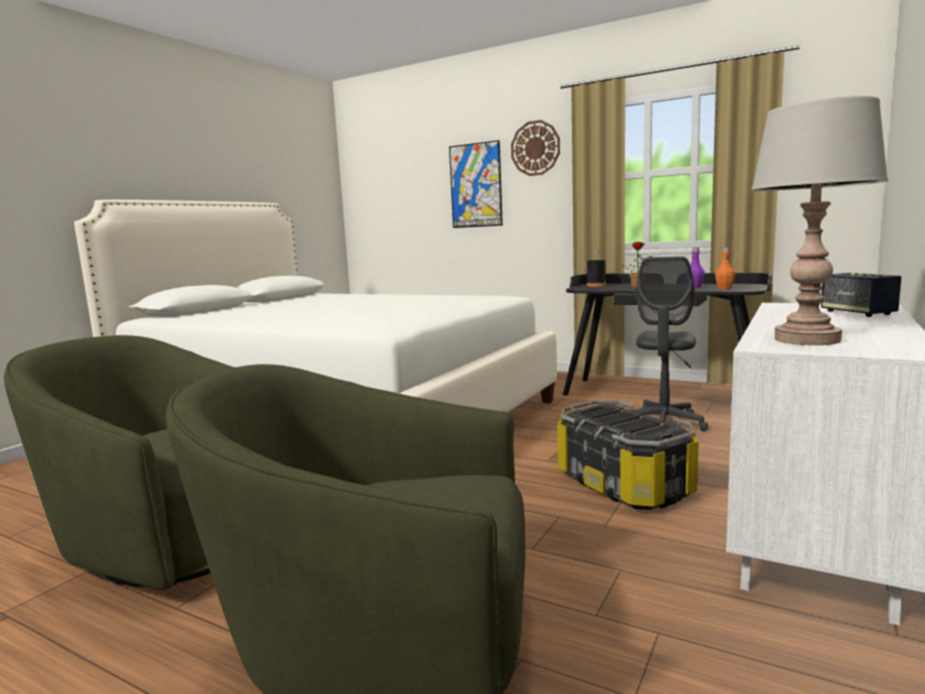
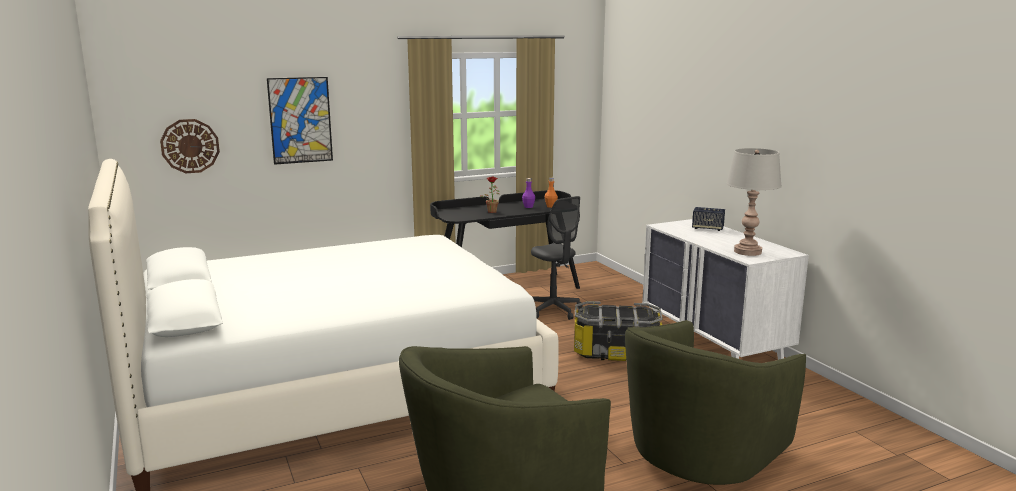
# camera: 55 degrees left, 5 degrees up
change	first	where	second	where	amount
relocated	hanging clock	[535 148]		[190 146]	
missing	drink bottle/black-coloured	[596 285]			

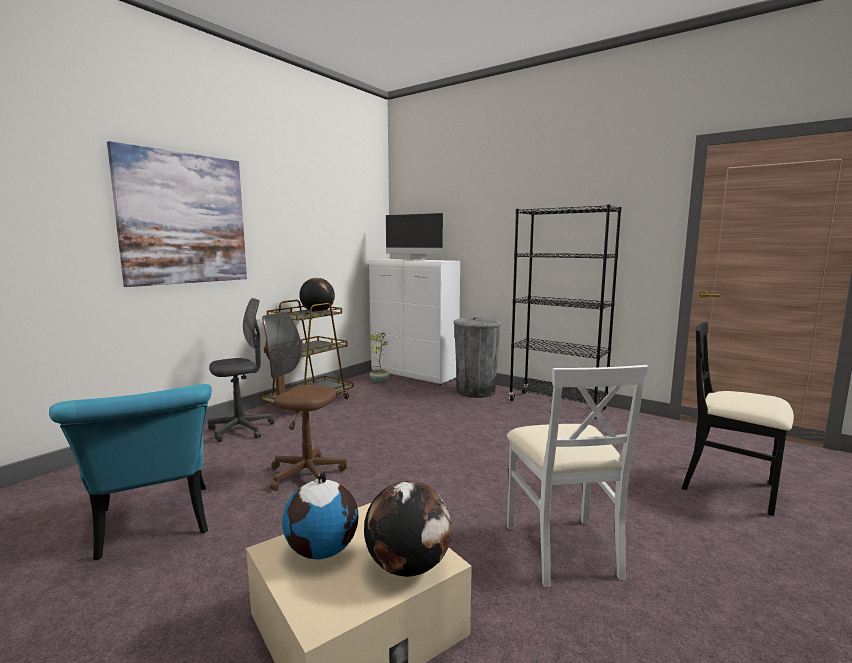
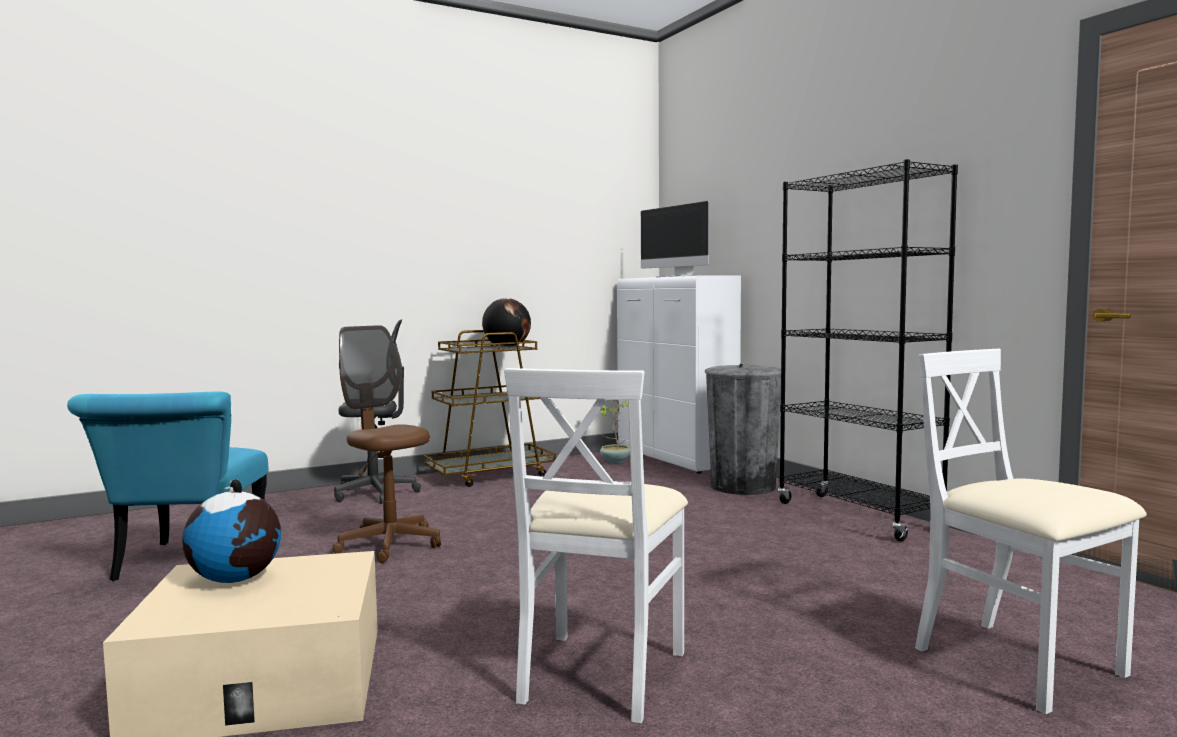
# camera: 25 degrees right, 5 degrees down
change	first	where	second	where	amount
colour	plain chair/black-coloured	[730 487]	plain chair/white-coloured	[1019 663]	
missing	picture	[184 219]			
missing	globe	[408 566]			

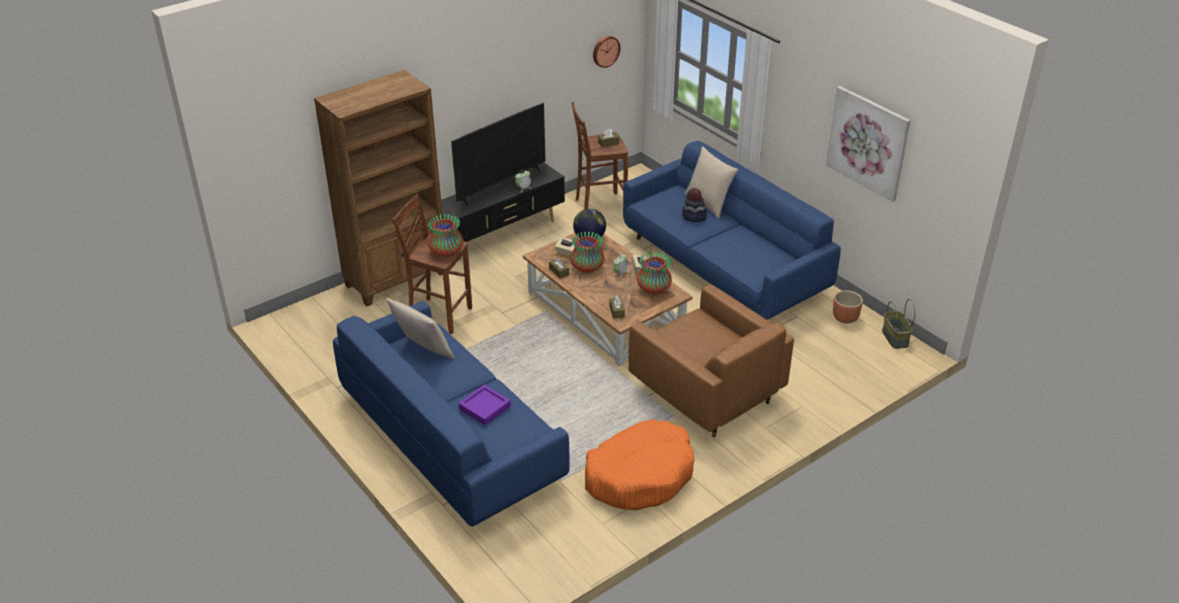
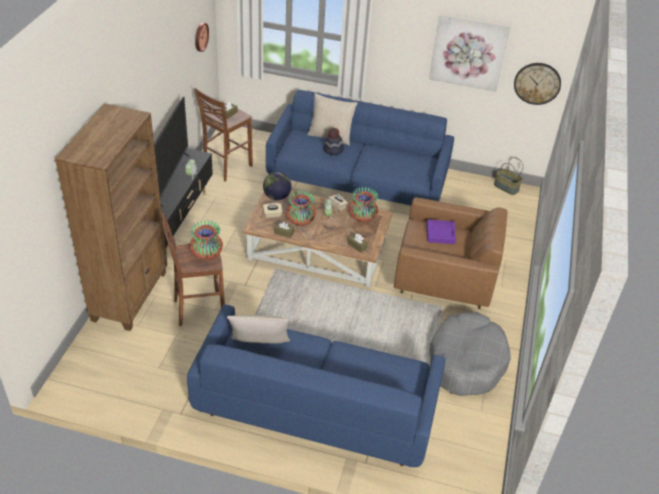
# camera: 40 degrees left, 5 degrees up
change	first	where	second	where	amount
relocated	tray/purplish	[484 408]		[440 234]	
colour	dog cushion/orangey	[639 475]	dog cushion/grey	[466 362]	
appeared			hanging clock	[537 83]	
missing	plant pot/brown-coloured	[845 318]			

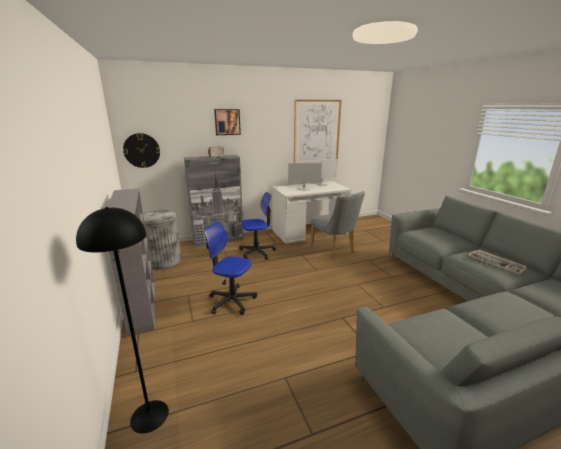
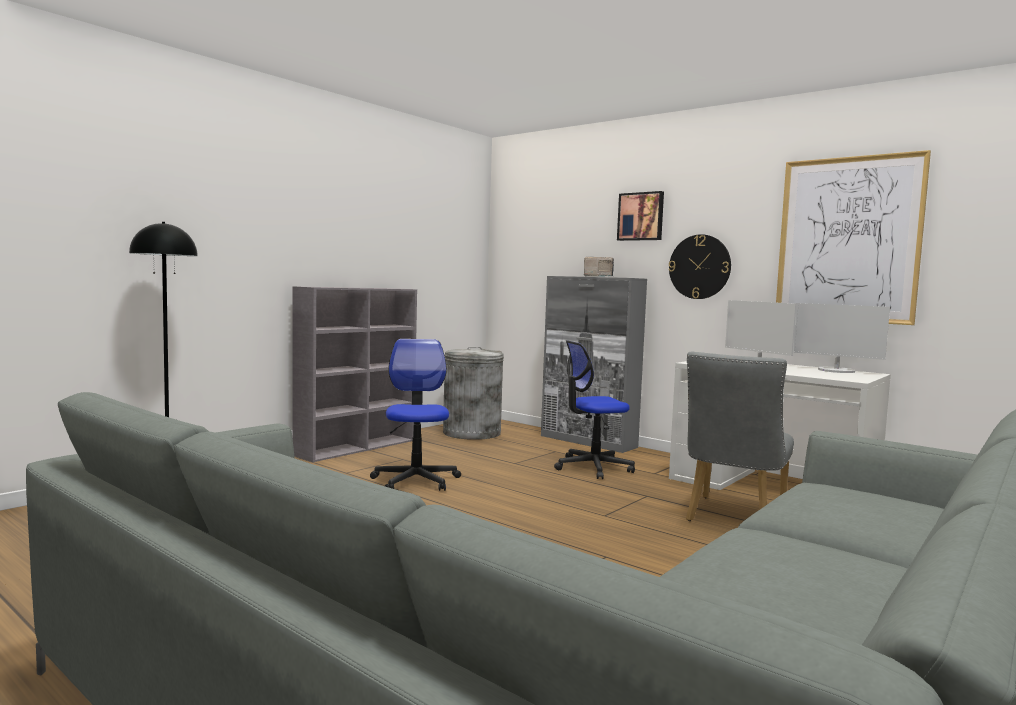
# camera: 60 degrees right, 15 degrees down
change	first	where	second	where	amount
spun	office chair	[257 252]		[592 467]	120 degrees clockwise
relocated	hanging clock	[142 150]		[699 267]	
missing	keyboard	[496 263]			

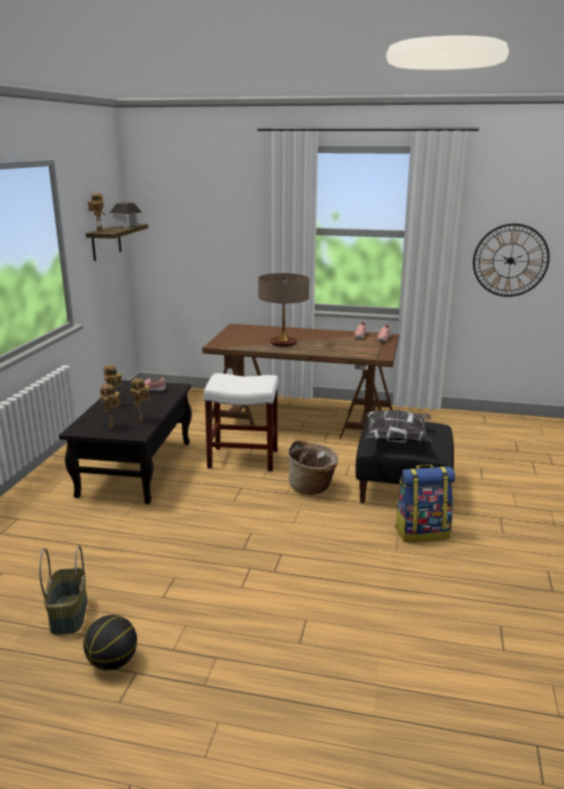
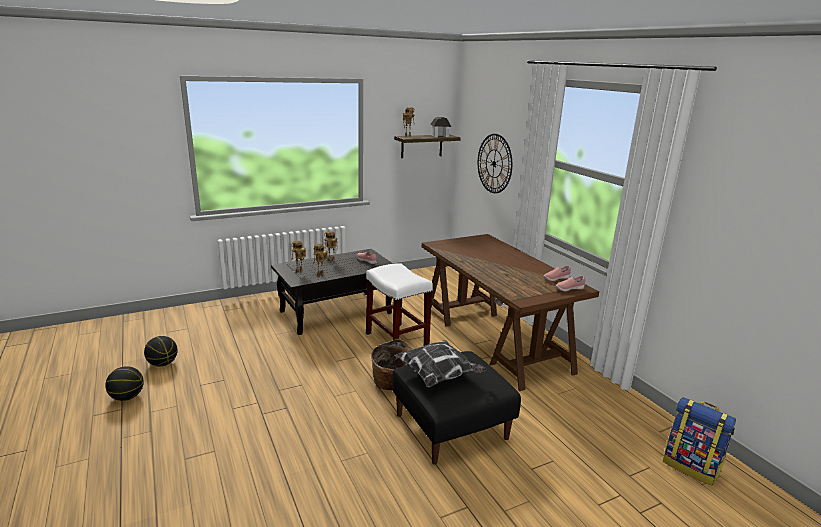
# camera: 50 degrees right, 0 degrees up
change	first	where	second	where	amount
exchanged	household basket	[68 614]	ball for basketball	[163 363]	
relocated	hanging clock	[510 260]		[494 163]	
relocated	knapsack	[422 532]		[691 466]	
missing	lamp for a table	[283 343]			

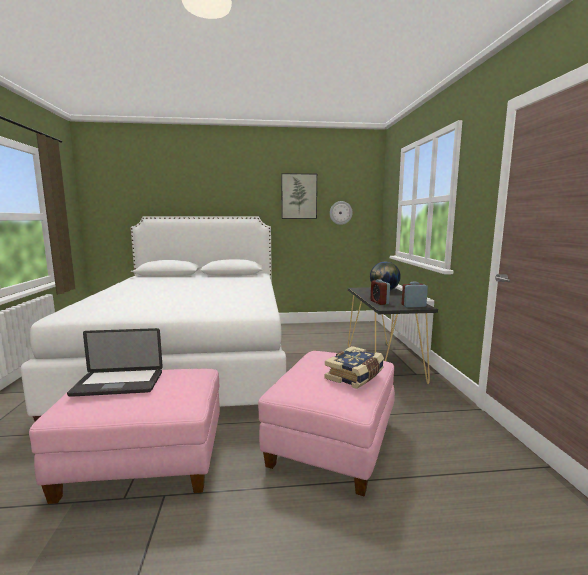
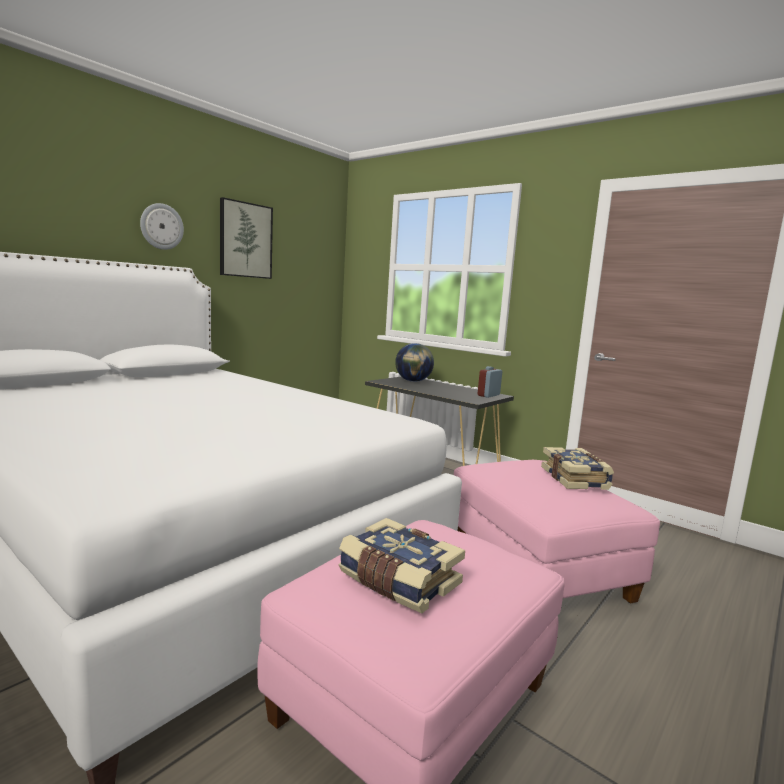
# camera: 45 degrees left, 0 degrees up
change	first	where	second	where	amount
relocated	hanging clock	[340 213]		[161 226]	
exchanged	portable computer	[118 384]	book	[398 581]	
missing	table clock	[379 302]			

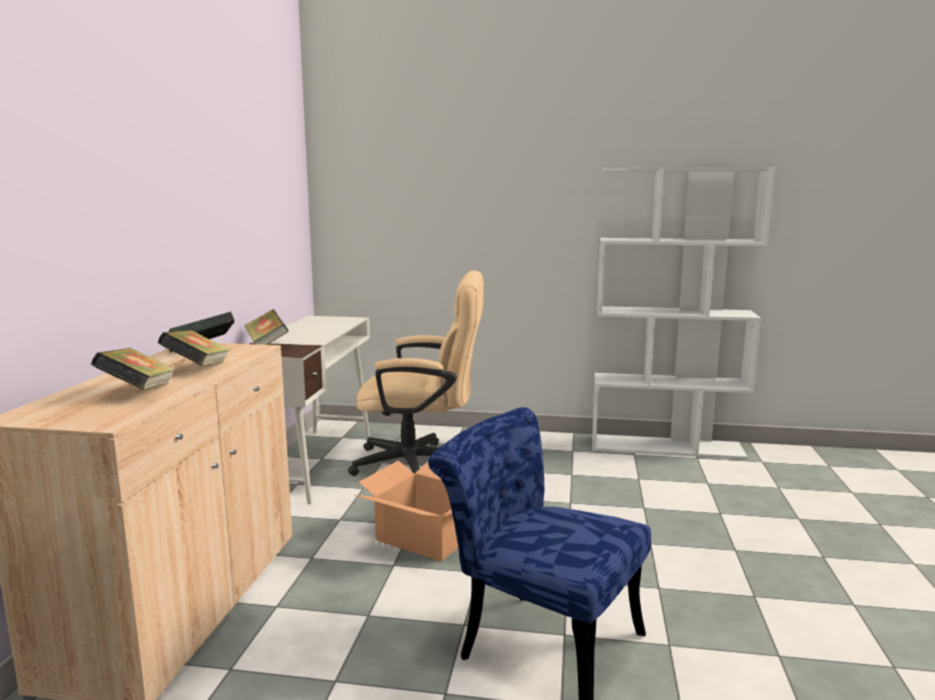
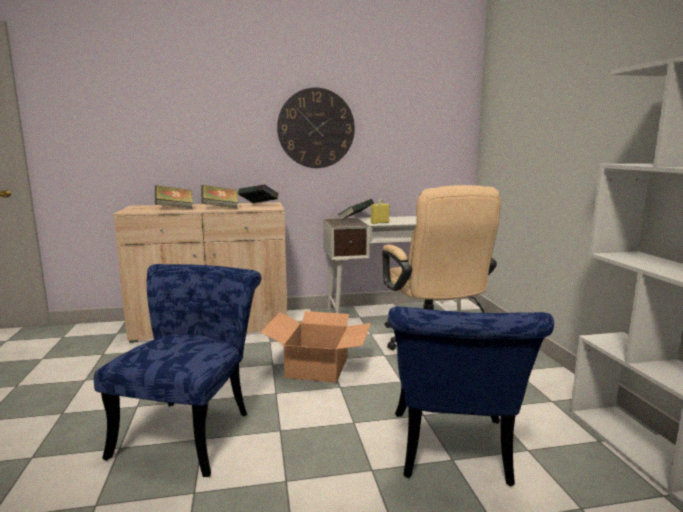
# camera: 70 degrees right, 0 degrees up
change	first	where	second	where	amount
appeared			hanging clock	[316 128]	
appeared			drink bottle/yellow-coloured	[379 223]	
appeared			plain chair/blue-coloured	[452 455]	

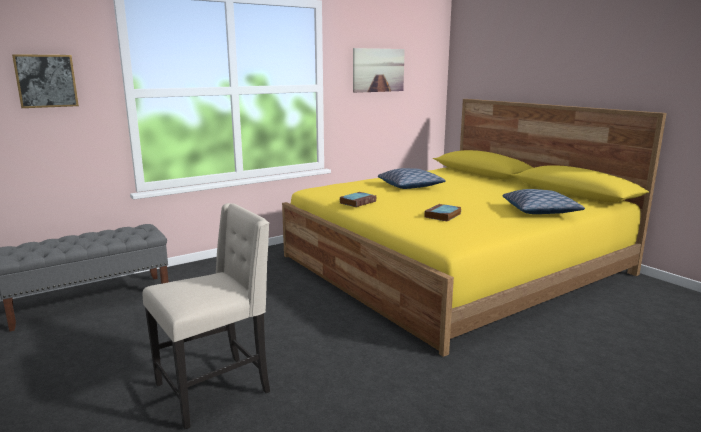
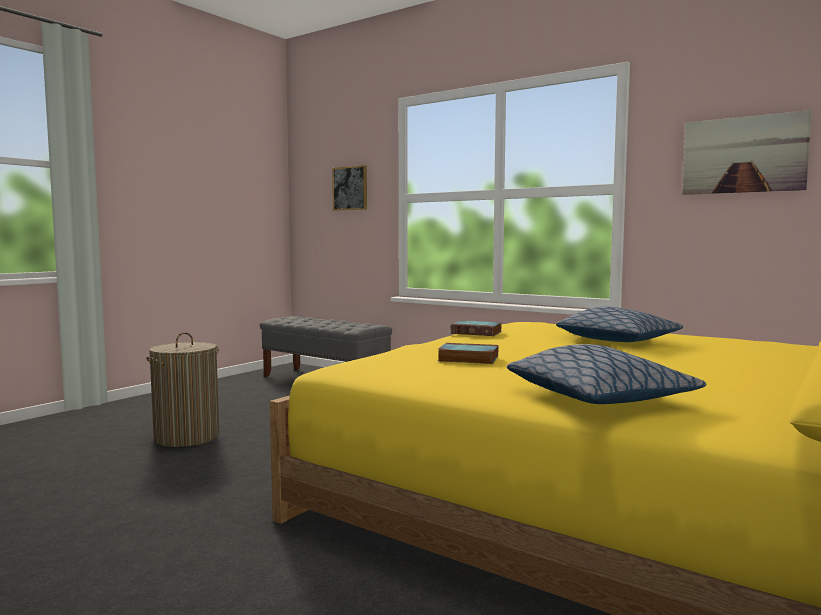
# camera: 70 degrees right, 10 degrees down
change	first	where	second	where	amount
exchanged	plain chair/beige-coloured	[215 388]	hamper	[186 437]	

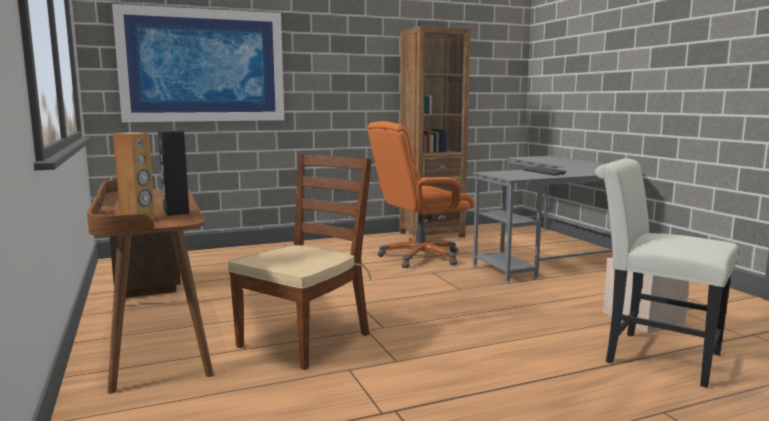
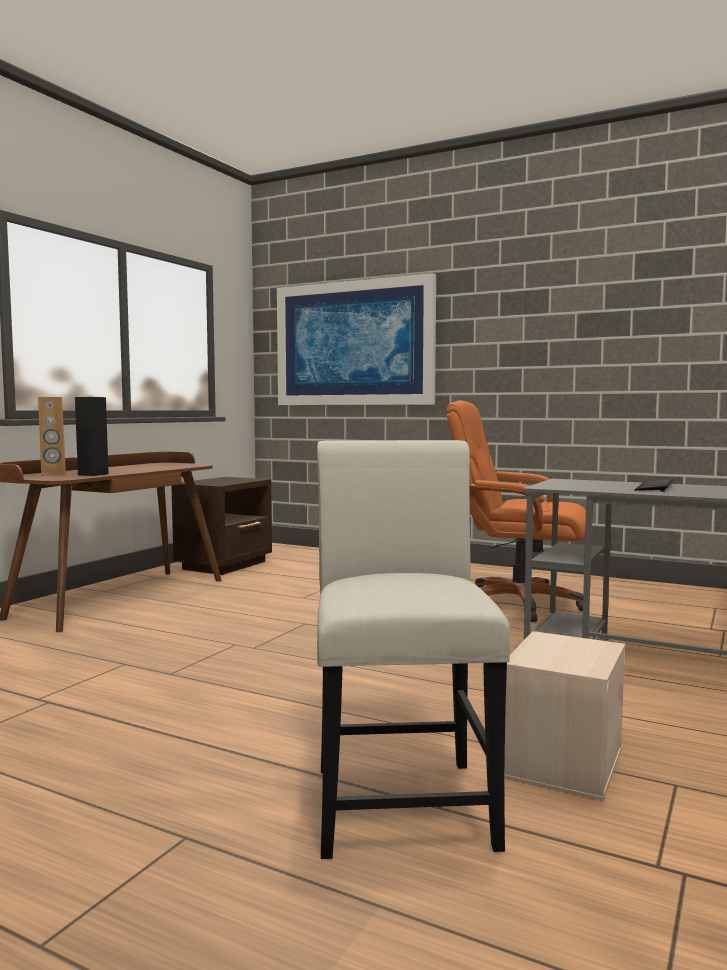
# camera: 50 degrees right, 5 degrees down
change	first	where	second	where	amount
missing	plain chair/brown-coloured	[305 339]			
missing	shelving unit/brown-coloured	[431 234]			

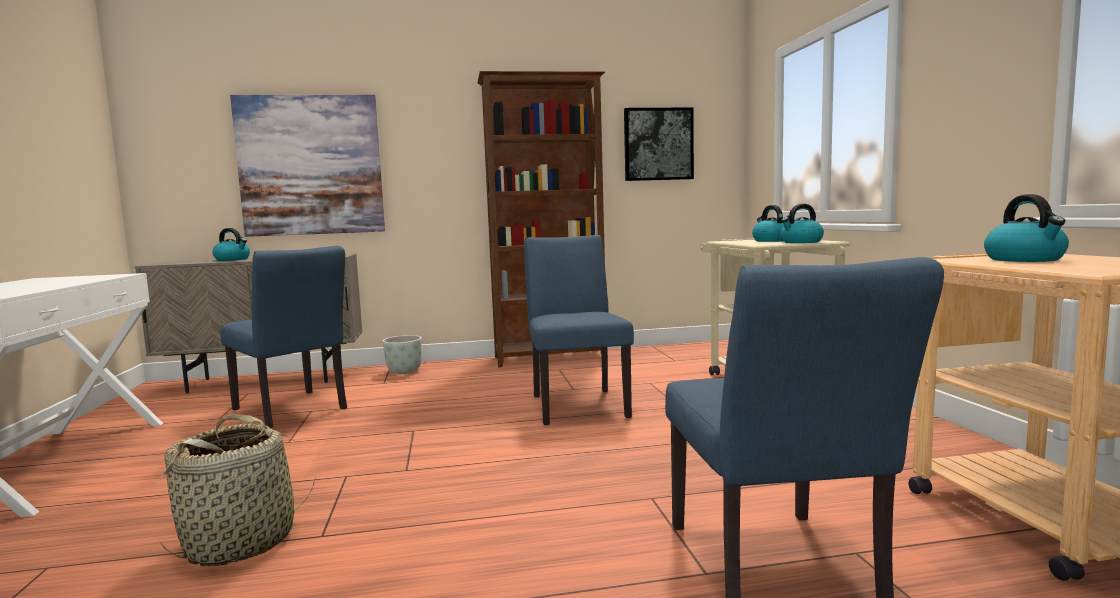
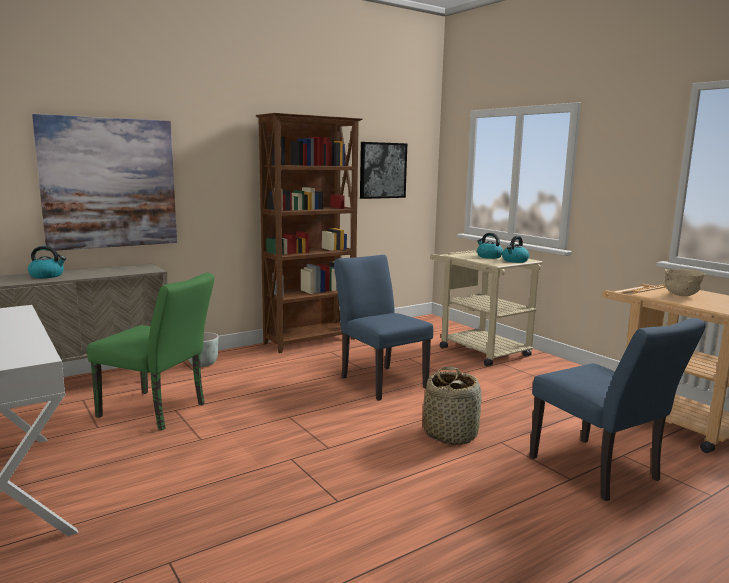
# camera: 25 degrees left, 5 degrees up
change	first	where	second	where	amount
colour	plain chair/blue-coloured	[293 410]	plain chair/green-coloured	[158 411]	
relocated	household basket	[241 541]		[451 433]	
exchanged	tea kettle	[1025 259]	bowl/beige-coloured	[681 295]	

